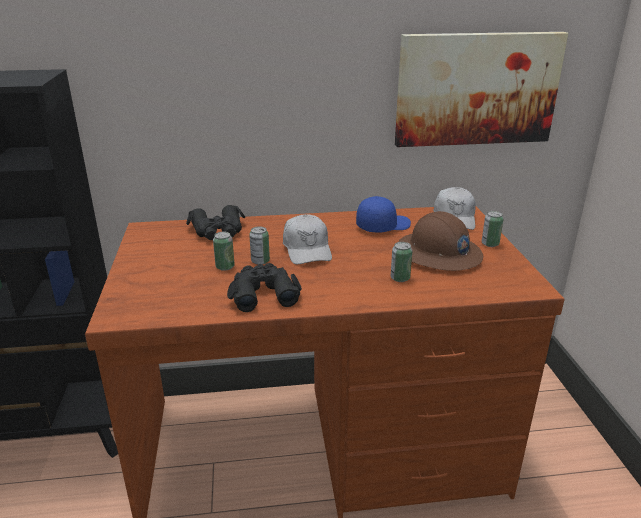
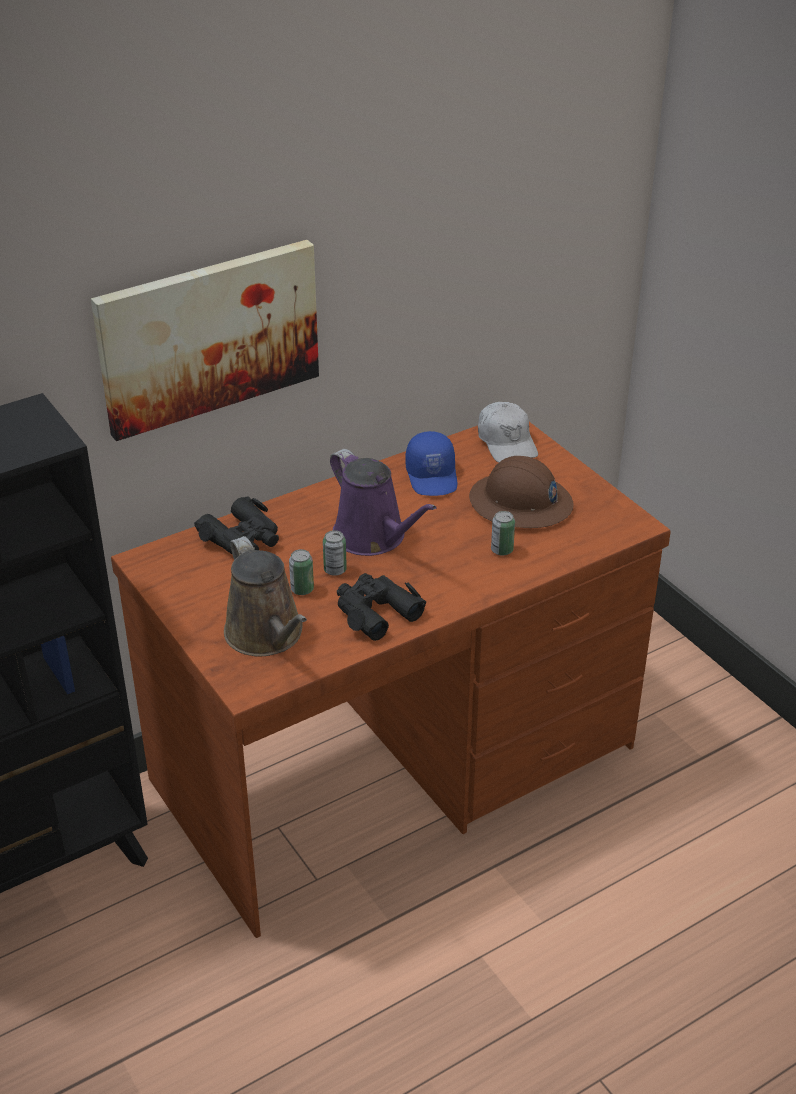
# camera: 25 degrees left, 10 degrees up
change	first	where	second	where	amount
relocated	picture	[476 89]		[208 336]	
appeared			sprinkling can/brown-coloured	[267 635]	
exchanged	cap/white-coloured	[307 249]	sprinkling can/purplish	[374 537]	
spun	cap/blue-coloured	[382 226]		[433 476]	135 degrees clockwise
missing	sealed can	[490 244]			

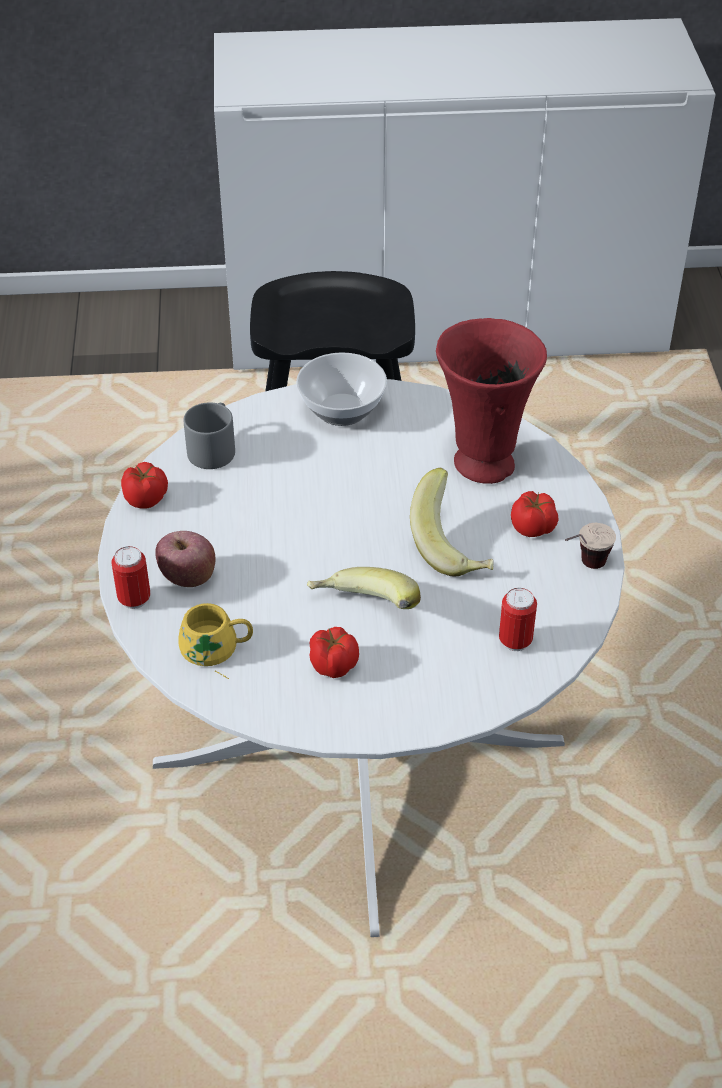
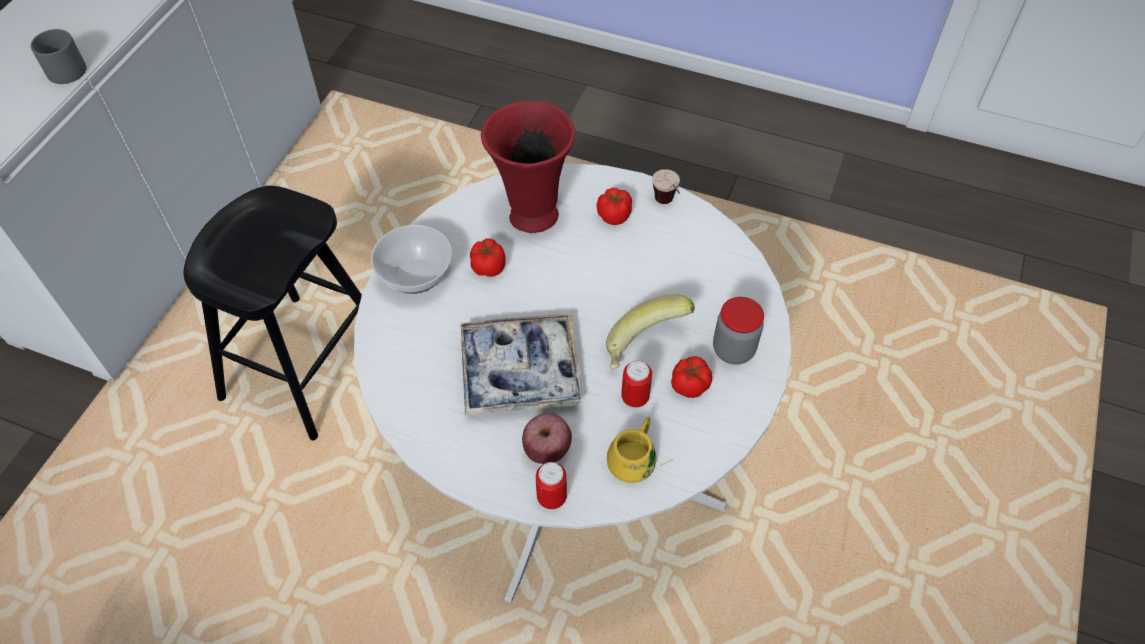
# camera: 65 degrees left, 10 degrees up
change	first	where	second	where	amount
relocated	coffee mug/grey	[213 447]		[62 68]	
appeared			tray	[520 371]	
relocated	fresh tomato	[146 498]		[488 266]	
relocated	sealed can	[515 641]		[635 398]	
appeared			storage jar	[733 350]	
missing	banana fruit	[454 546]			

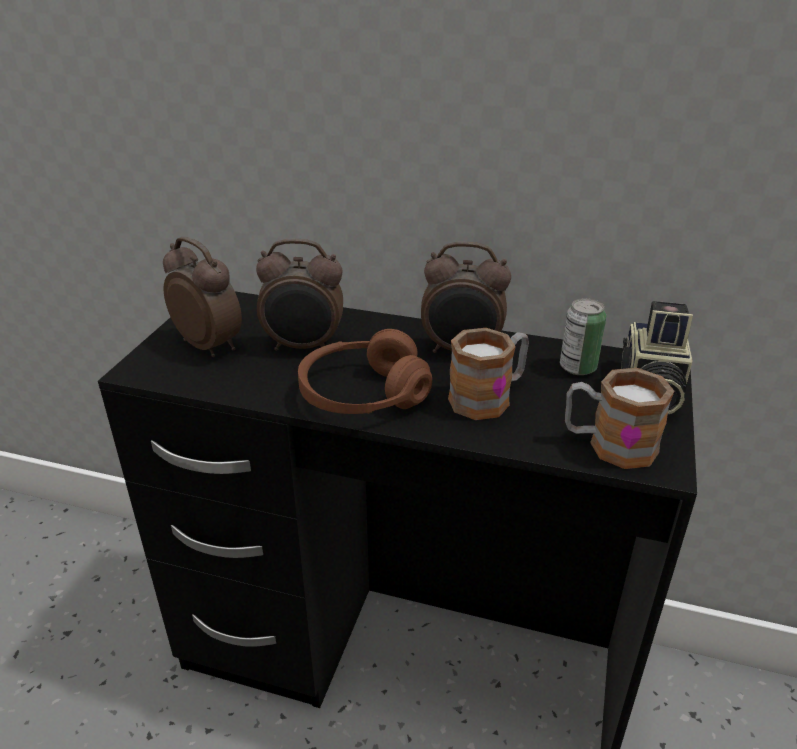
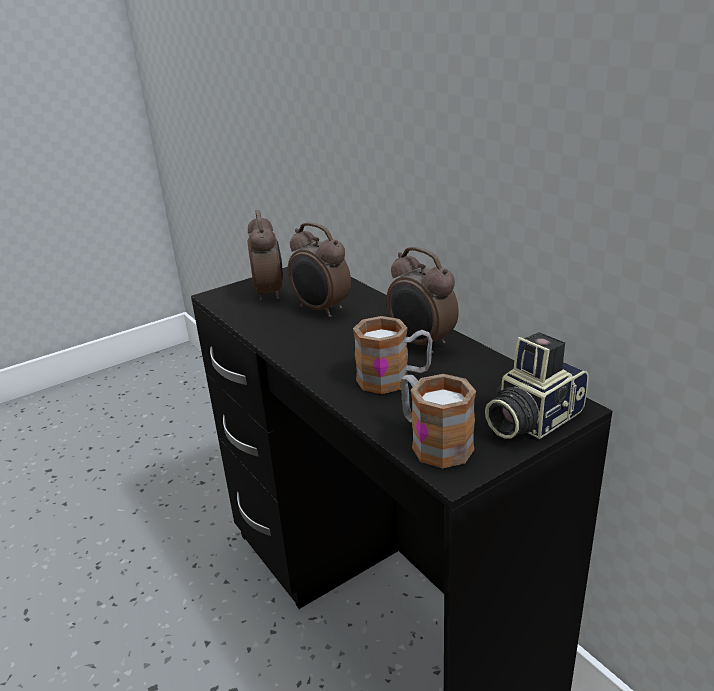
# camera: 40 degrees right, 5 degrees down
change	first	where	second	where	amount
missing	headphones/brown-coloured	[363 395]			
missing	sealed can	[578 367]			

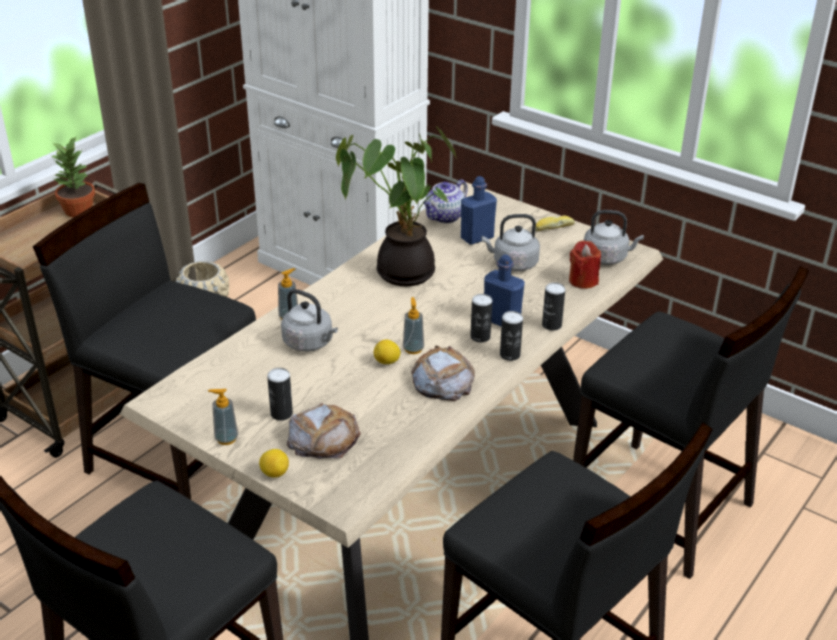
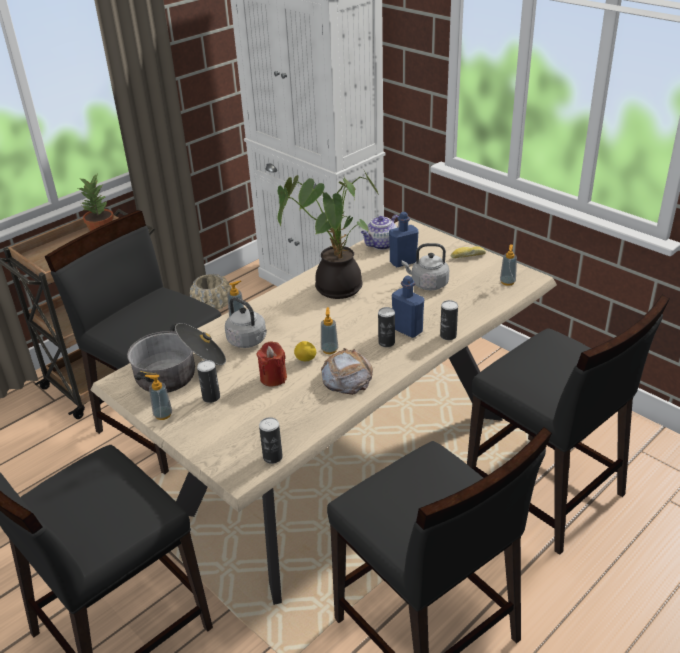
# camera: 10 degrees right, 0 degrees up
change	first	where	second	where	amount
appeared			stockpot	[180 372]	
relocated	candle/red	[583 281]		[273 378]	
relocated	sealed can	[510 355]		[272 457]	
exchanged	tea kettle/grey	[607 258]	soap bottle	[507 282]	
missing	lemon	[274 473]			
missing	baked bread	[324 438]			

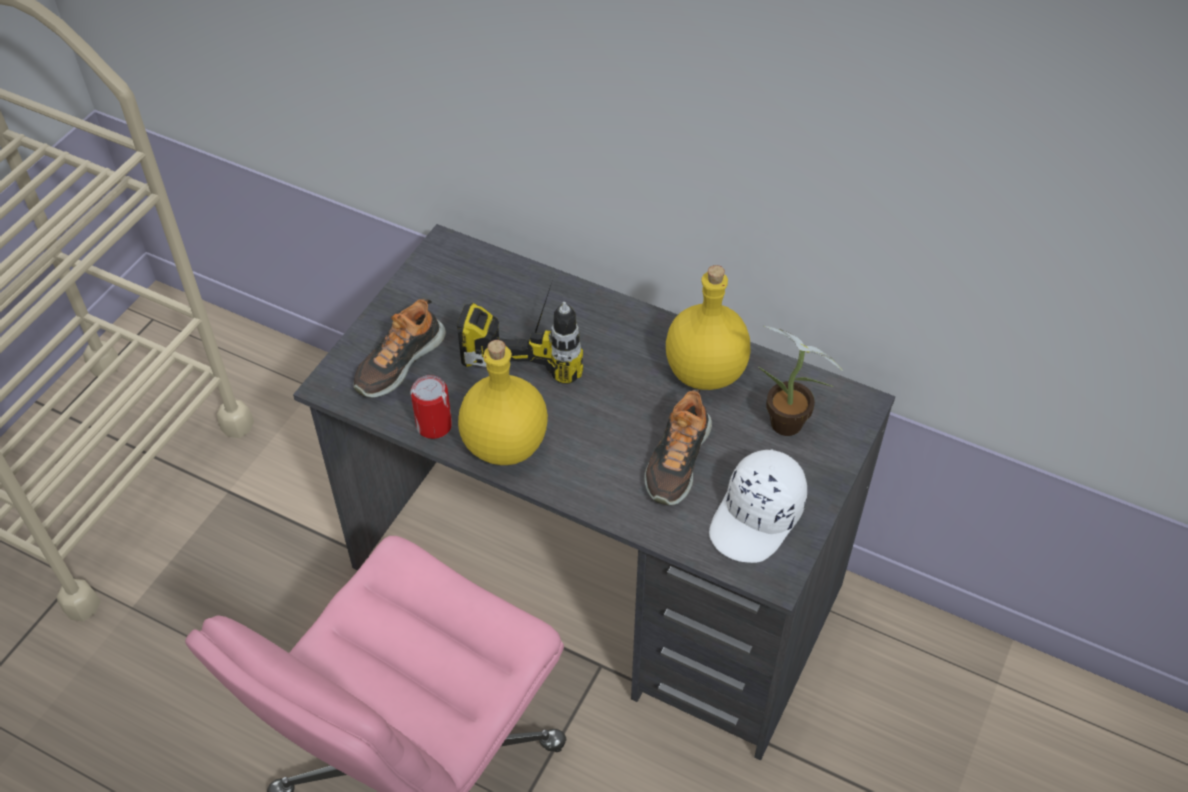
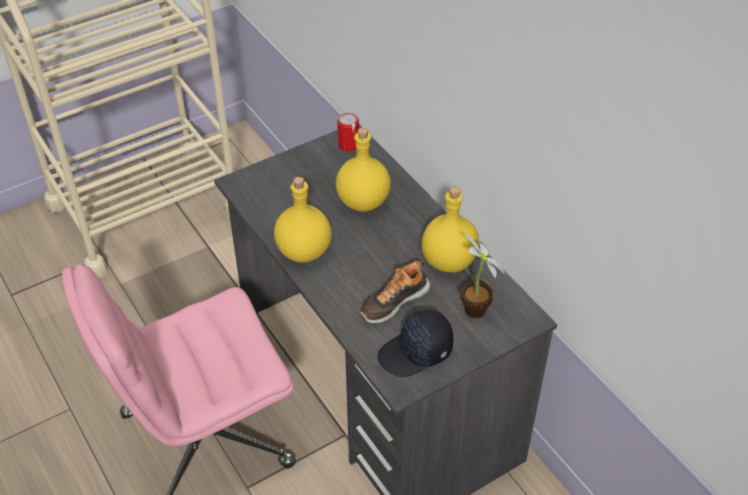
# camera: 30 degrees right, 5 degrees down
change	first	where	second	where	amount
exchanged	drill	[533 337]	drink bottle/yellow-coloured	[363 202]	
relocated	sealed can	[434 425]		[348 145]	
colour	cap/white-coloured	[758 518]	cap/black-coloured	[416 353]	
missing	shoe	[398 362]			

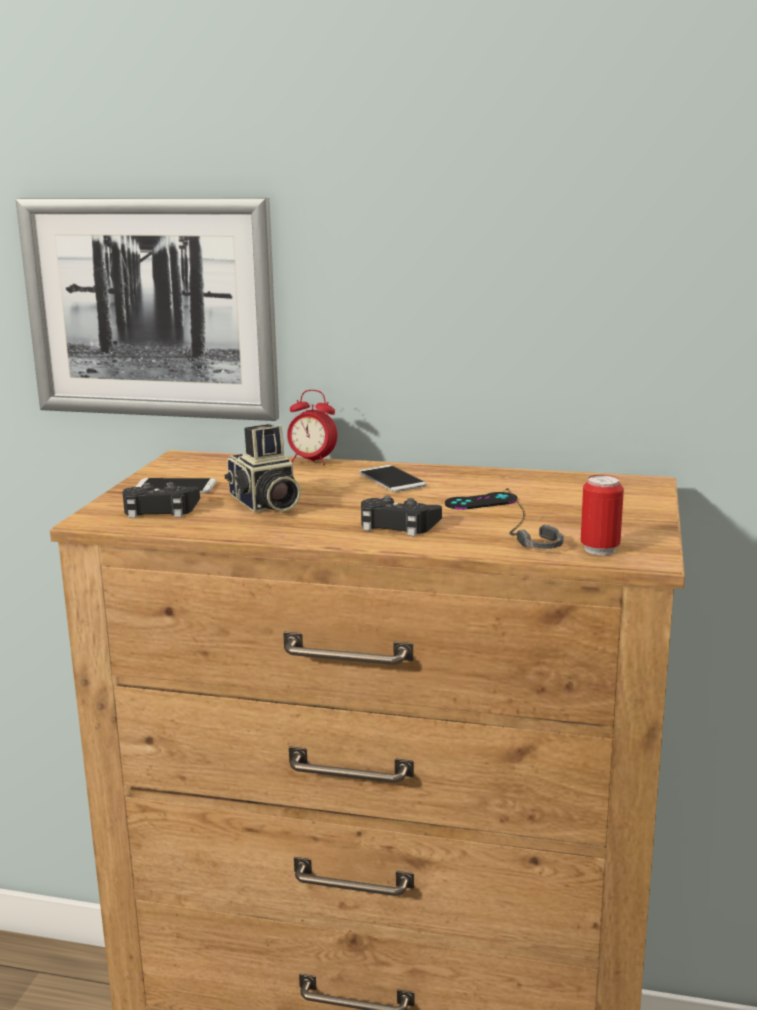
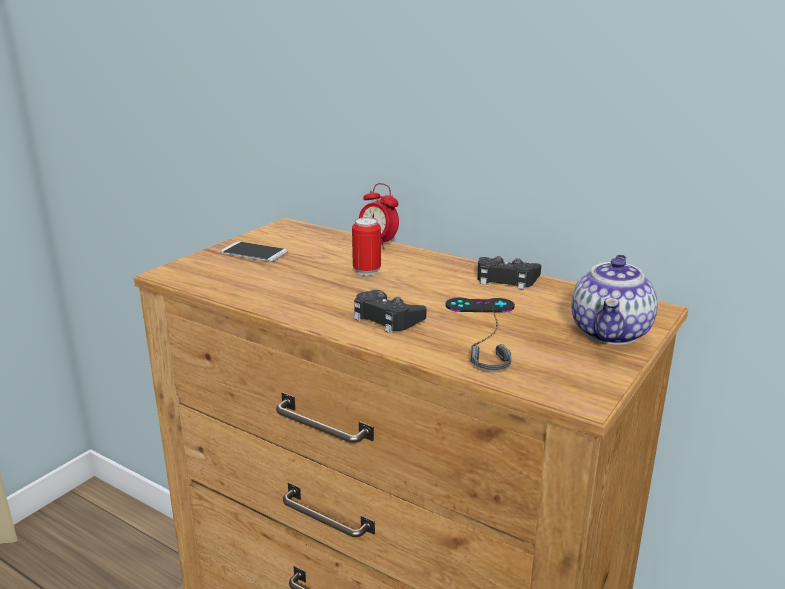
# camera: 20 degrees right, 5 degrees up
change	first	where	second	where	amount
relocated	sealed can	[599 549]		[367 271]	
relocated	gamepad/black-coloured	[159 509]		[506 279]	
appeared			tea pot	[611 333]	
missing	picture	[151 308]			
missing	photo camera	[264 504]			
missing	phone	[392 480]			

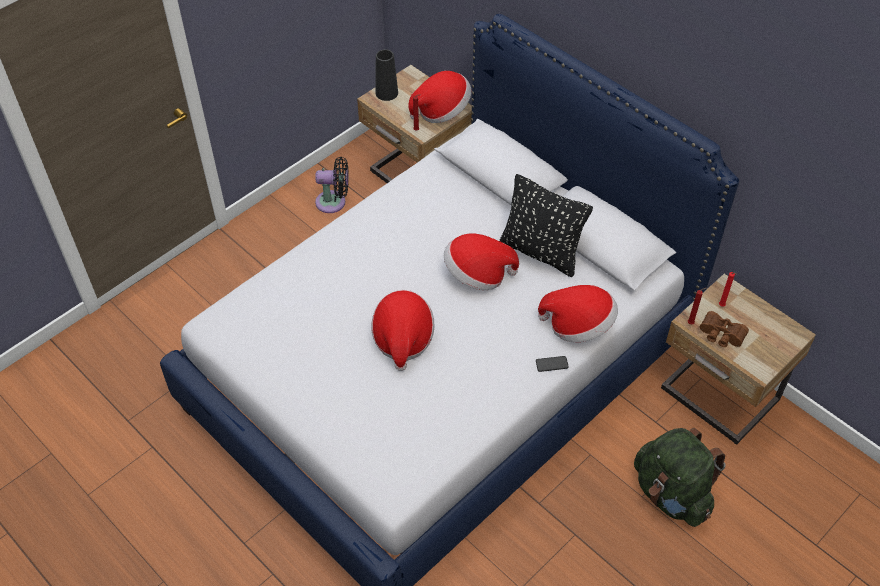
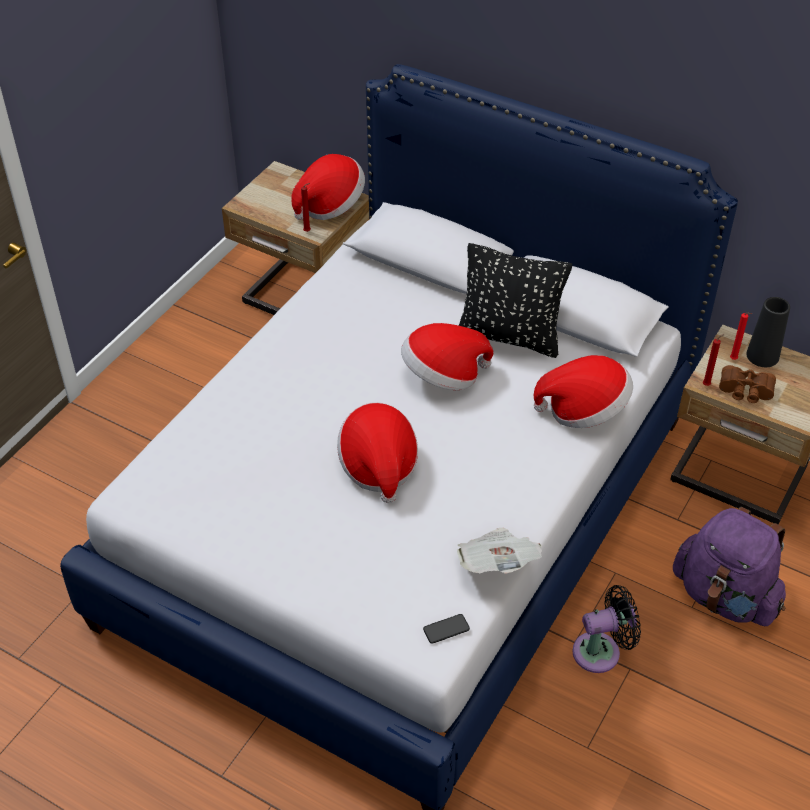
# camera: 15 degrees left, 5 degrees down
change	first	where	second	where	amount
relocated	phone	[552 364]		[446 629]	
appeared			newspaper	[497 564]	
relocated	electric fan/black-coloured	[334 202]		[601 651]	
colour	knapsack/green-coloured	[671 494]	knapsack/purplish	[725 597]	
relocated	decorative vase/black-coloured	[386 93]		[762 356]	

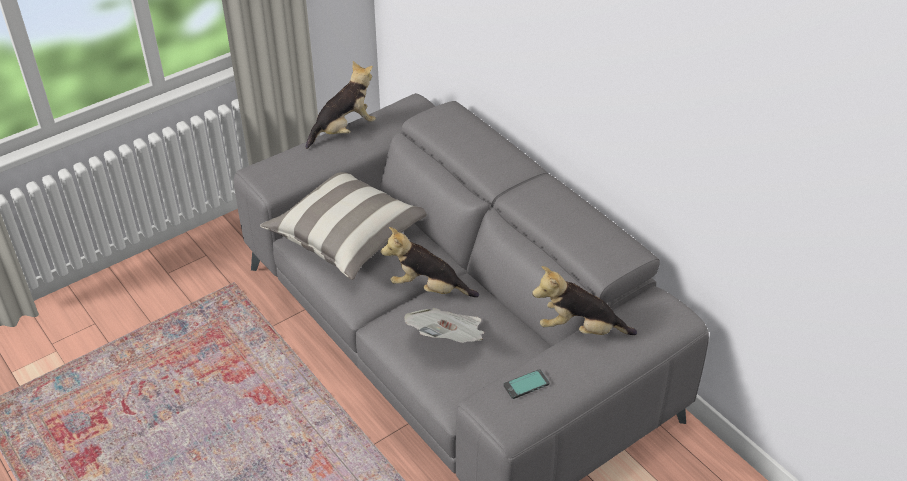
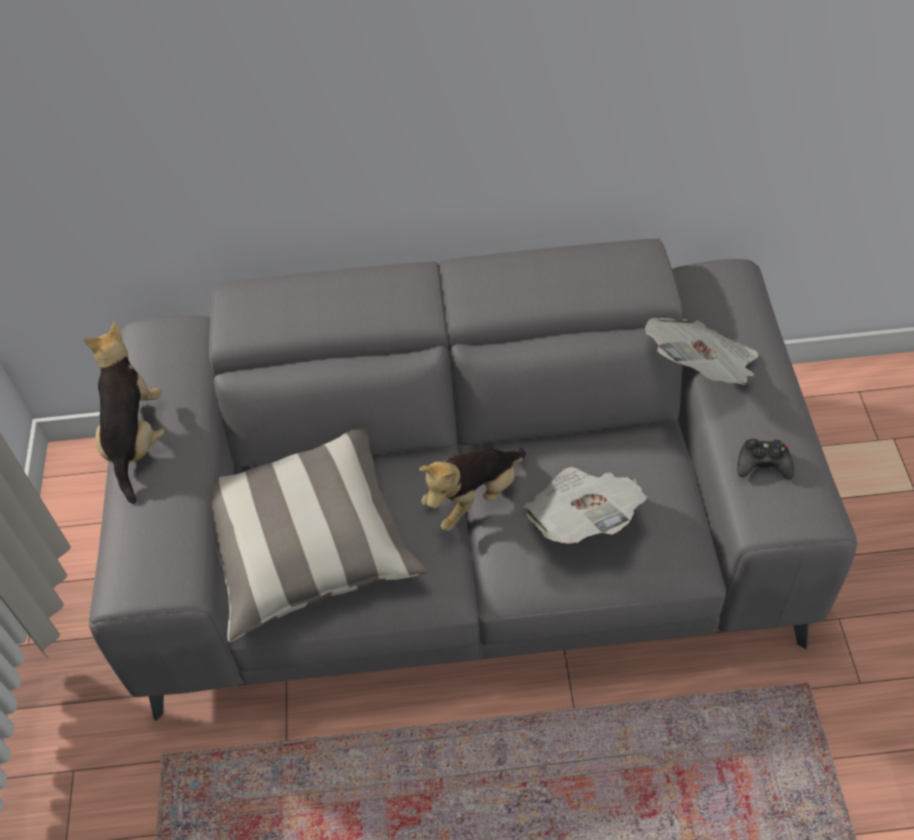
# camera: 55 degrees left, 10 degrees up
change	first	where	second	where	amount
exchanged	cuddly toy	[580 329]	newspaper	[702 369]	
exchanged	phone	[526 385]	gamepad/black-coloured	[763 464]	

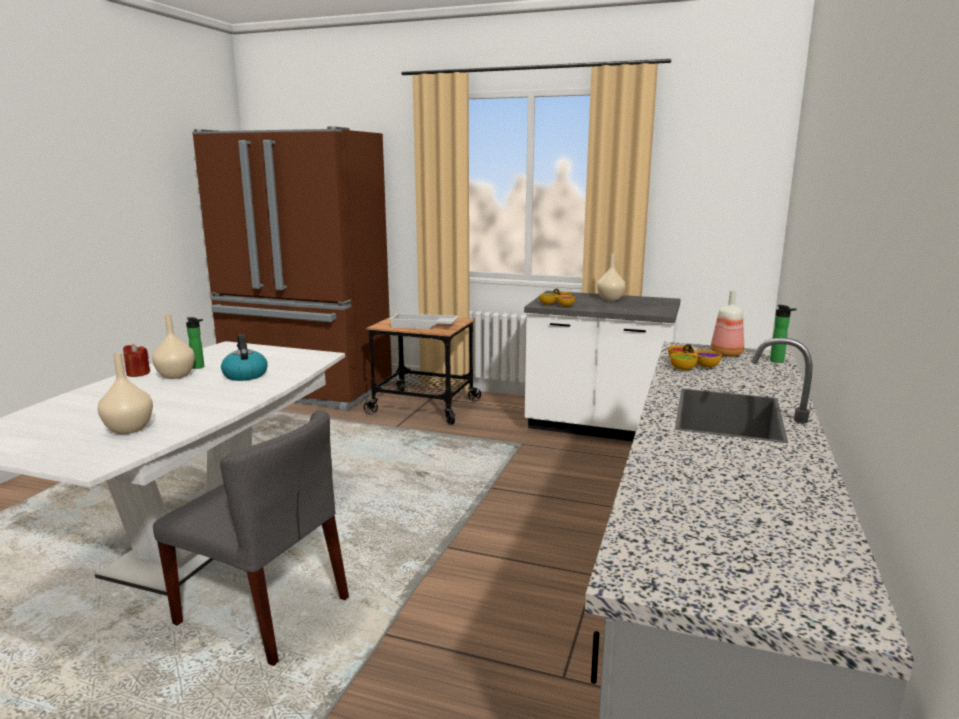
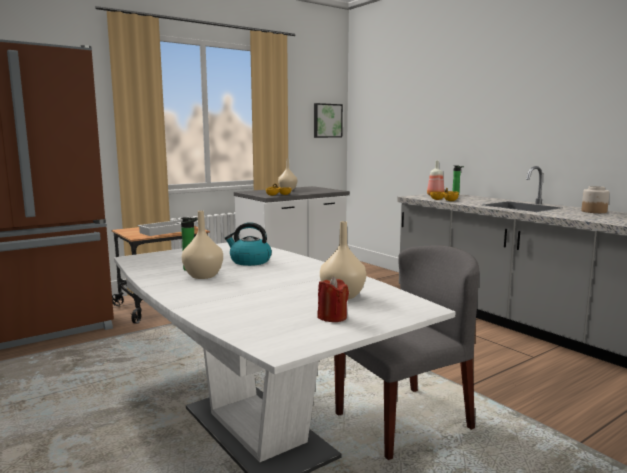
# camera: 55 degrees left, 5 degrees down
change	first	where	second	where	amount
appeared			picture	[327 120]	
relocated	candle/red	[138 373]		[332 317]	
appeared			storage jar	[593 211]	

